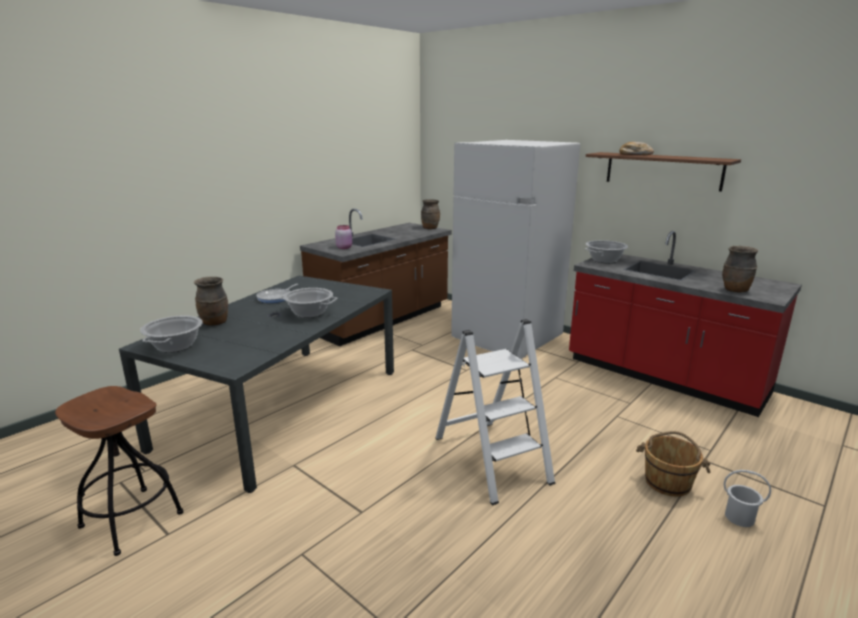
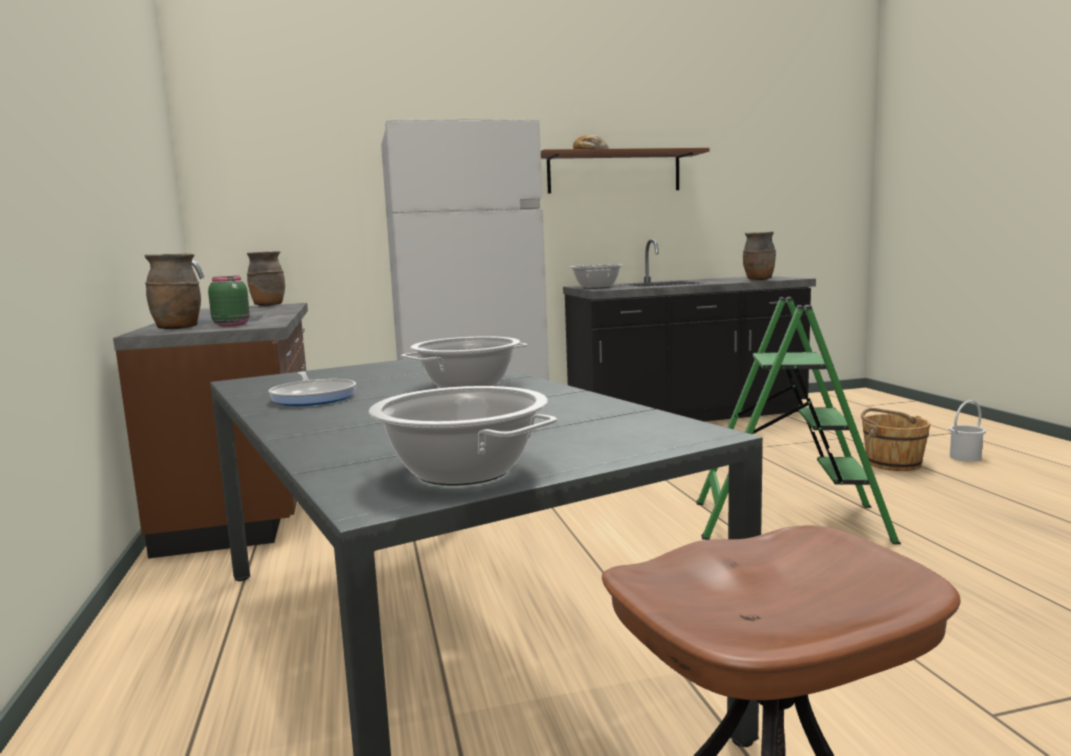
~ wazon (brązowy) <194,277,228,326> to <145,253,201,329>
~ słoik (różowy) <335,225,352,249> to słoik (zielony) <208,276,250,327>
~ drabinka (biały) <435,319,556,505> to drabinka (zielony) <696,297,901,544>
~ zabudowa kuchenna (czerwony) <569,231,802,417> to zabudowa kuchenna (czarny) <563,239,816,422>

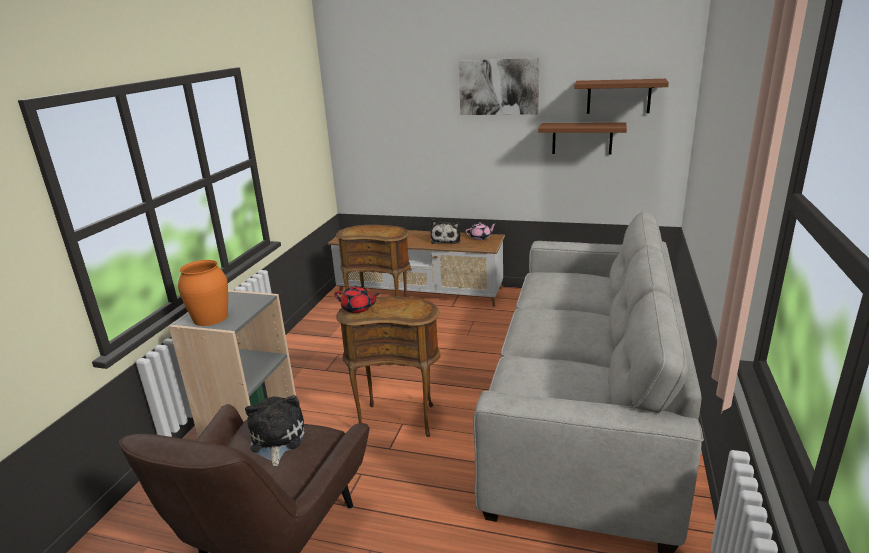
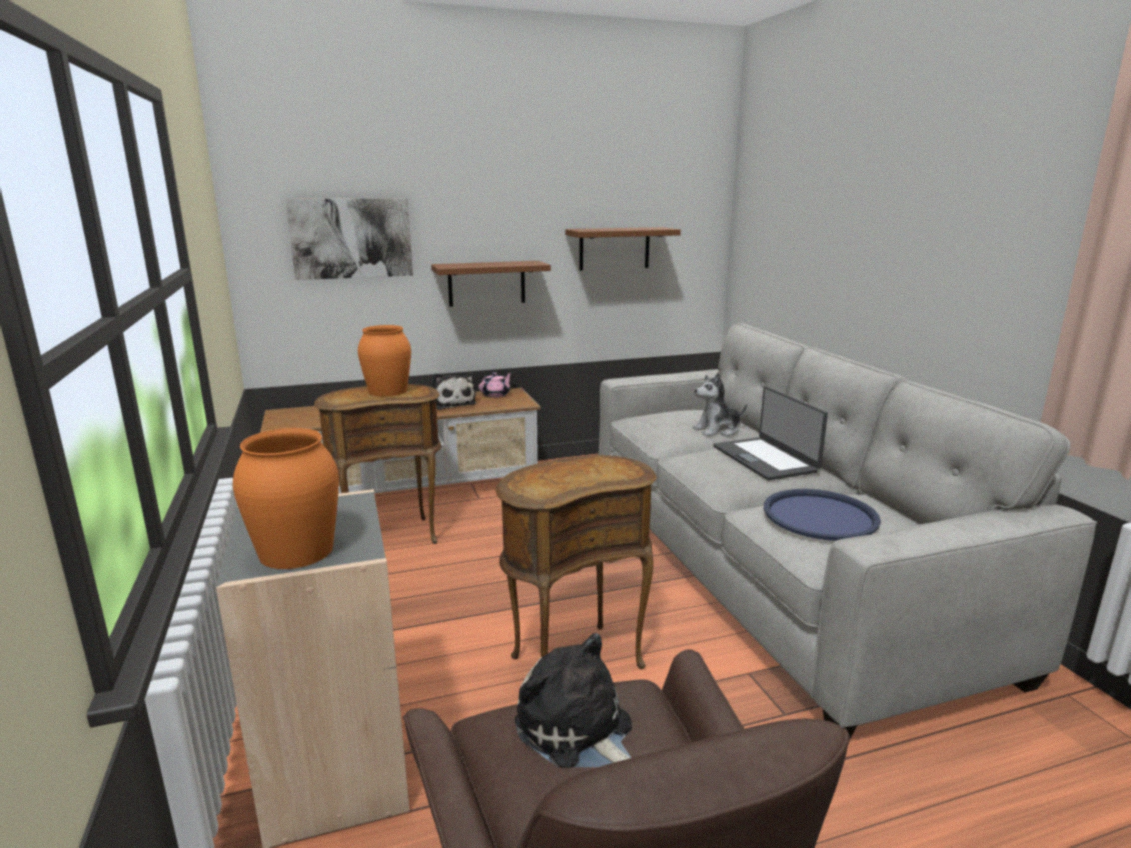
- imbryk (czerwony) <334,286,380,313>
+ wazon (pomarańczowy) <358,325,411,397>
+ pluszak <693,372,747,436>
+ laptop <713,386,828,480>
+ taca (niebieski) <764,489,881,541>
~ obraz <459,58,540,115> to <286,198,413,280>
~ półka (brązowy) <574,79,669,114> to <431,261,551,307>

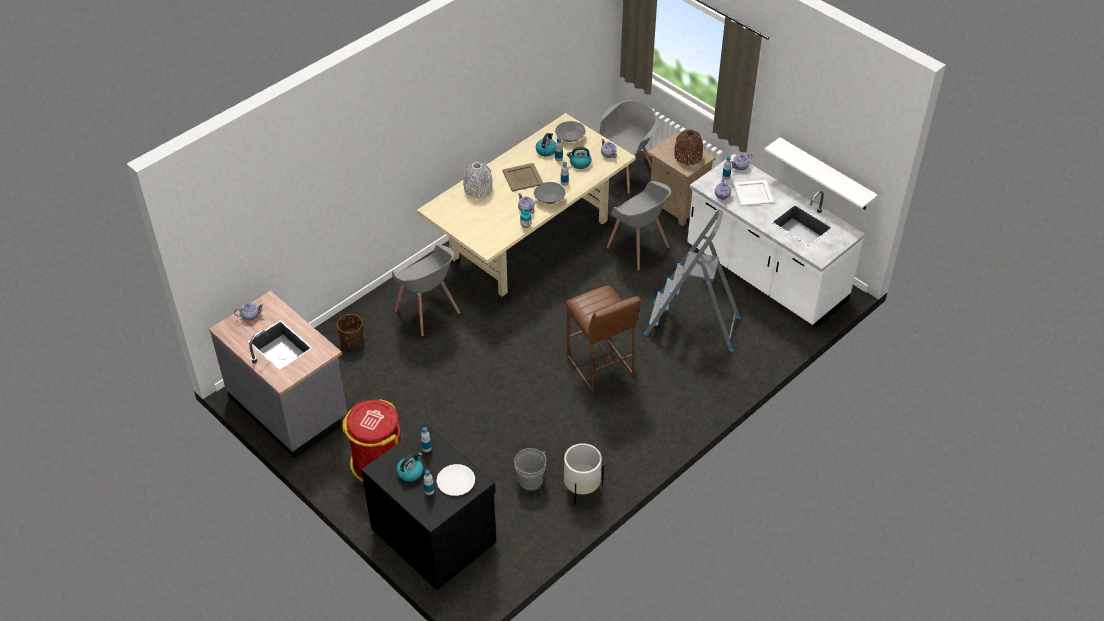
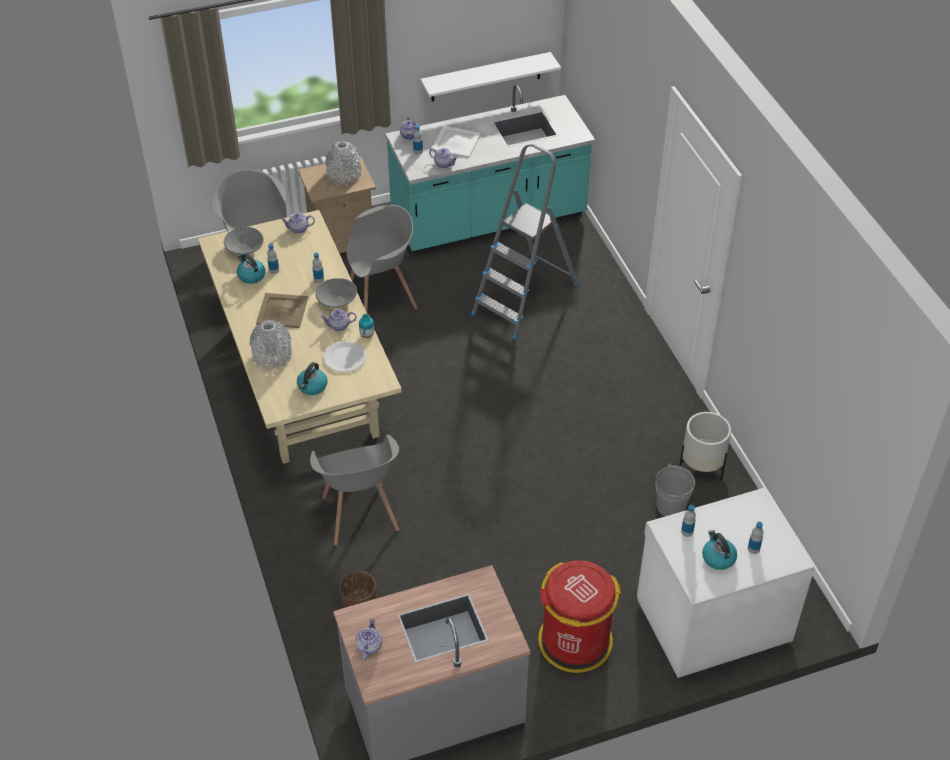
- stołek (brązowy) <566,285,641,392>
~ talerz (biały) <437,464,475,496> to <323,341,366,372>
~ czajnik <567,147,591,169> to <297,362,328,395>
~ pralka (czarny) <361,424,496,590> to pralka (biały) <637,488,815,678>
~ wazon (brązowy) <674,130,703,165> to wazon (szary) <326,141,361,185>
~ zabudowa kuchenna (biały) <687,154,865,328> to zabudowa kuchenna (turkusowy) <385,85,595,255>
~ krzesło (szary) <392,244,460,336> = <310,434,399,545> 90 degrees clockwise

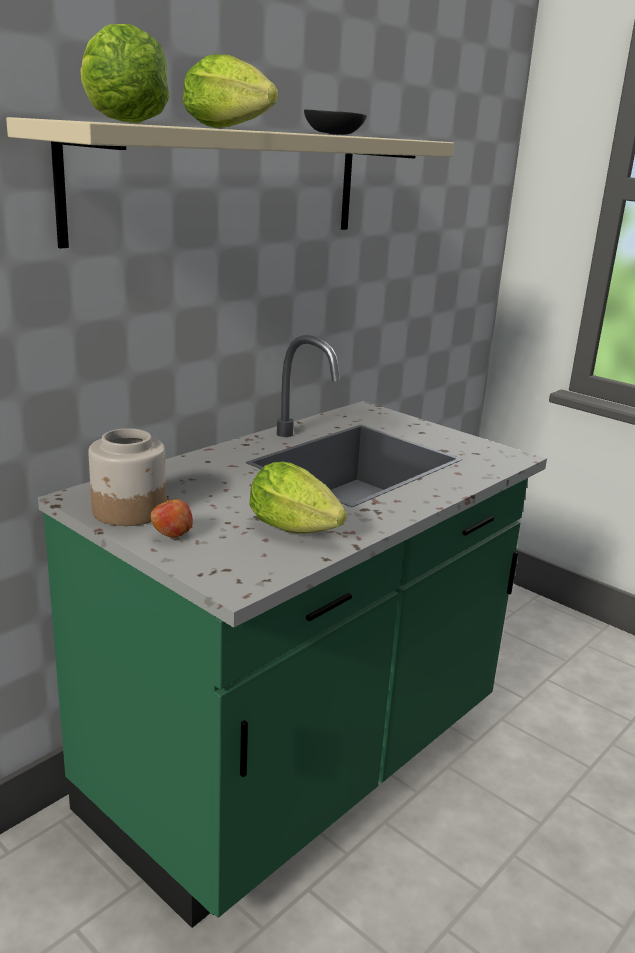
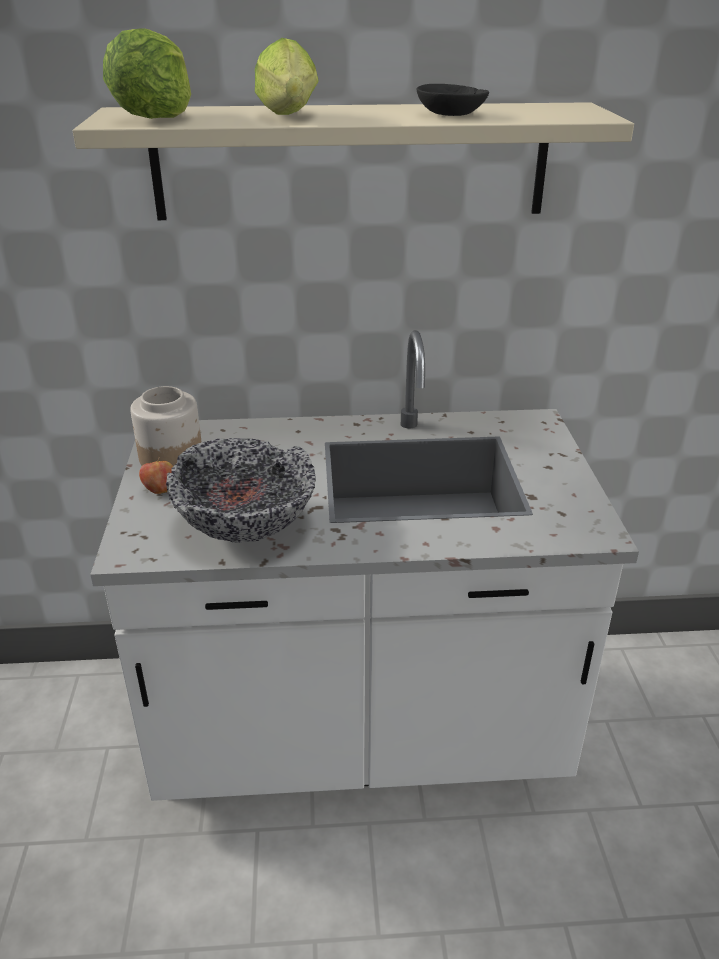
~ sałata <249,462,347,534> to miska <166,438,316,543>
~ zabudowa kuchenna (zielony) <38,335,547,928> to zabudowa kuchenna (biały) <90,330,639,801>

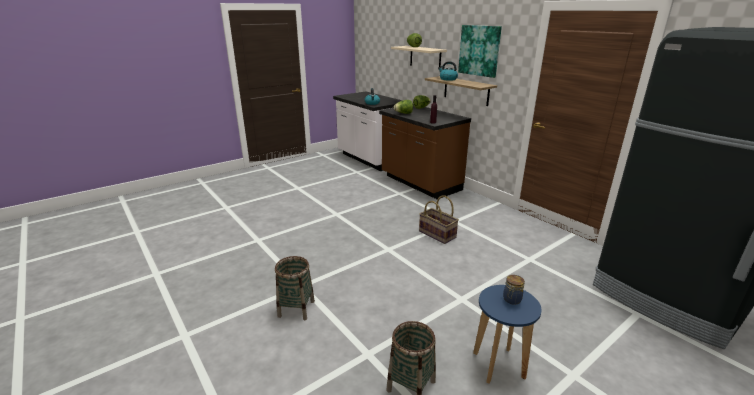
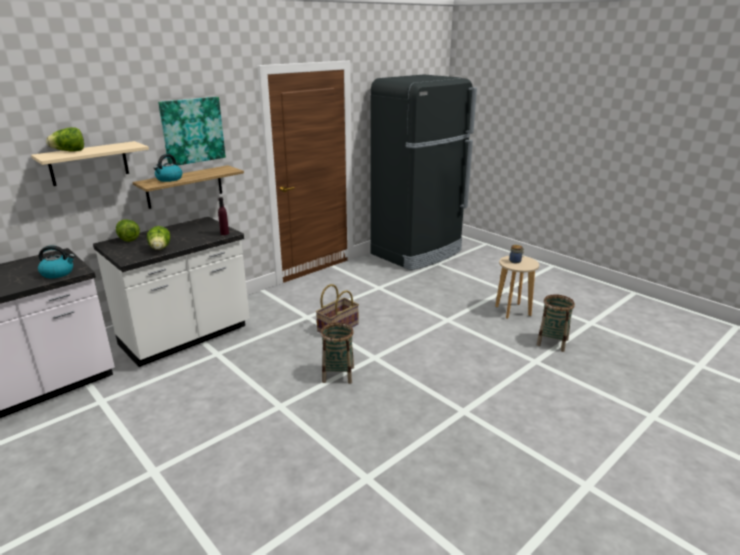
~ koszyk <275,256,315,320> to <321,322,354,384>
~ zabudowa kuchenna (brązowy) <379,104,471,199> to zabudowa kuchenna (biały) <93,216,250,367>
~ stołek (niebieski) <473,285,542,383> to stołek (beżowy) <495,256,539,319>

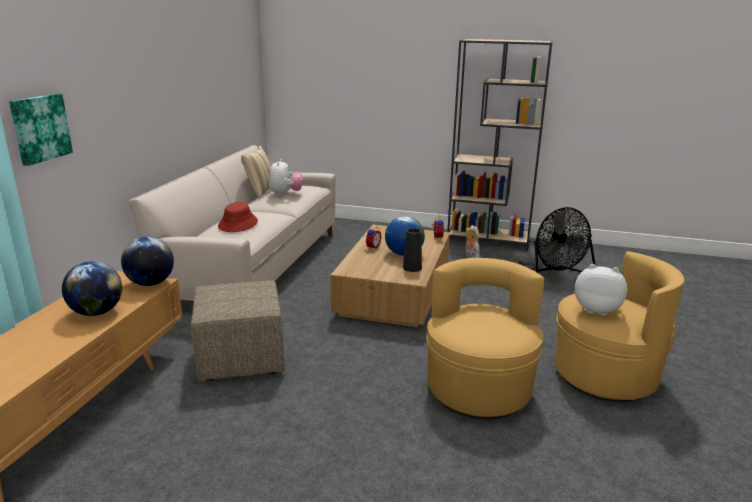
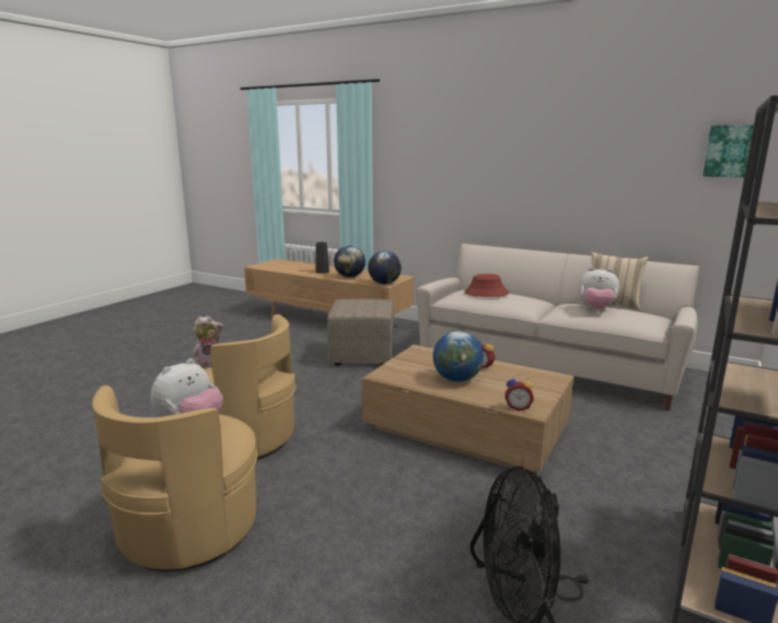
~ obraz <9,93,73,166> to <703,125,765,177>
~ wazon (czarny) <403,228,422,272> to <315,242,329,274>
~ pluszak <465,225,480,258> to <193,316,224,368>

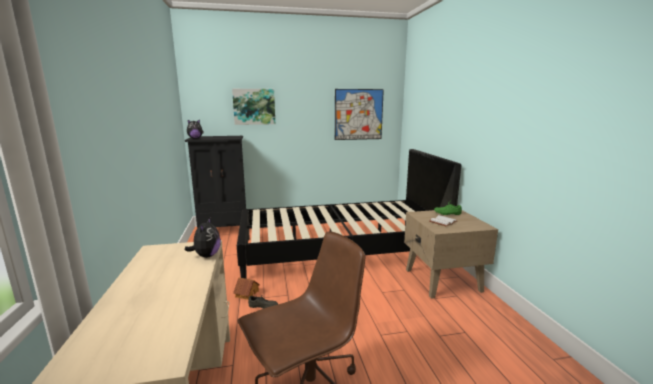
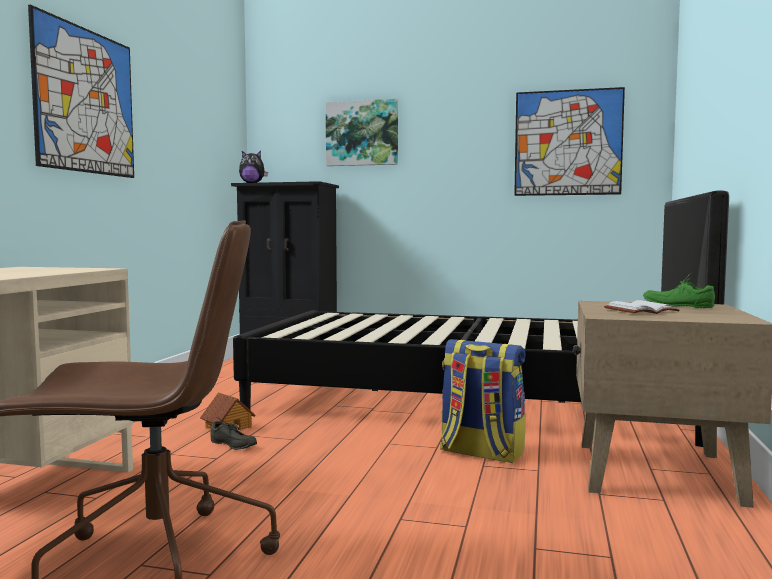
- pluszak <185,217,221,258>
+ obraz <28,5,134,178>
+ plecak <440,339,526,463>

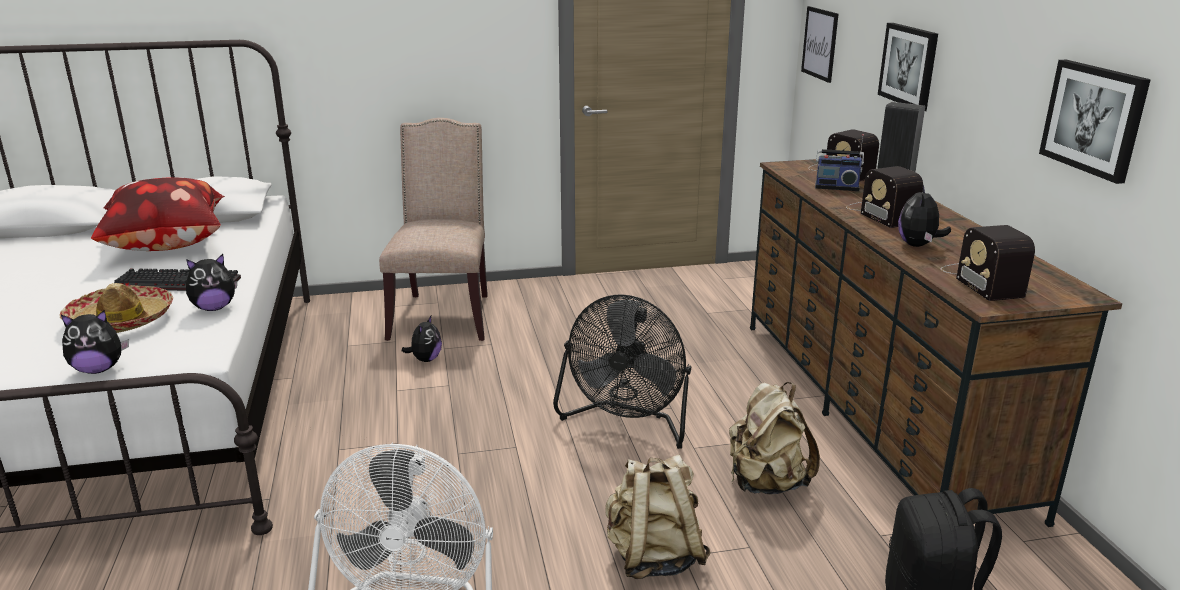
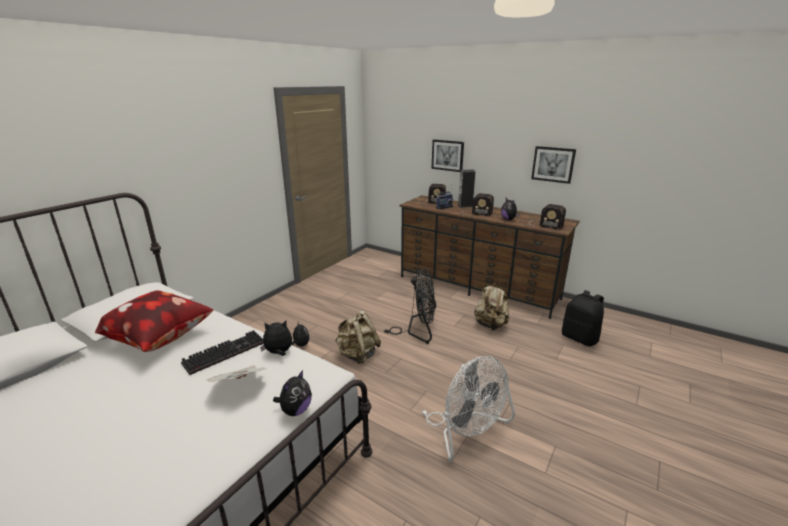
- krzesło (beżowy) <379,118,488,341>
- obraz <801,6,838,83>
~ plecak (beżowy) <605,455,711,579> to <335,311,381,364>
~ kapelusz <59,283,173,333> to gazeta <207,365,268,382>
~ pluszak <186,254,237,311> = <260,321,292,356> 120 degrees counterclockwise
~ wentylator (czarny) <553,295,691,449> = <383,268,436,344> 60 degrees counterclockwise

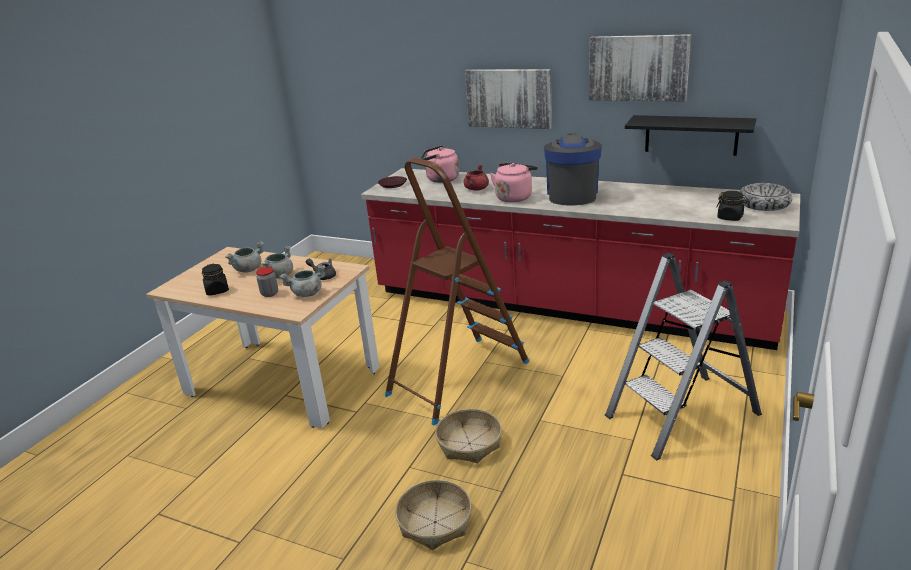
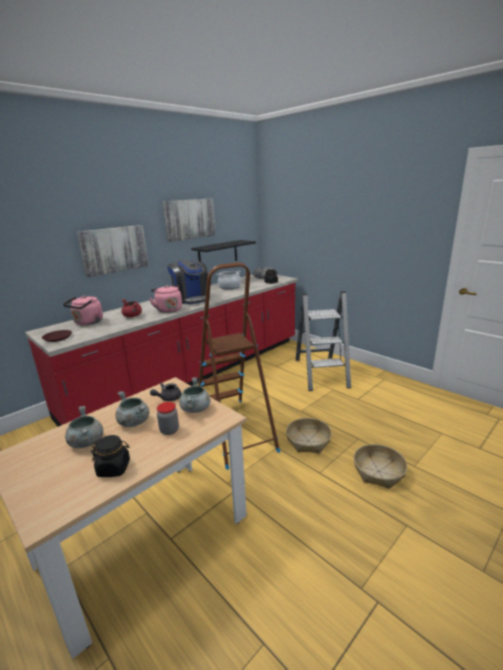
+ garnek <217,271,241,290>
~ ekspres do kawy <544,134,602,205> = <167,260,210,305> 150 degrees counterclockwise

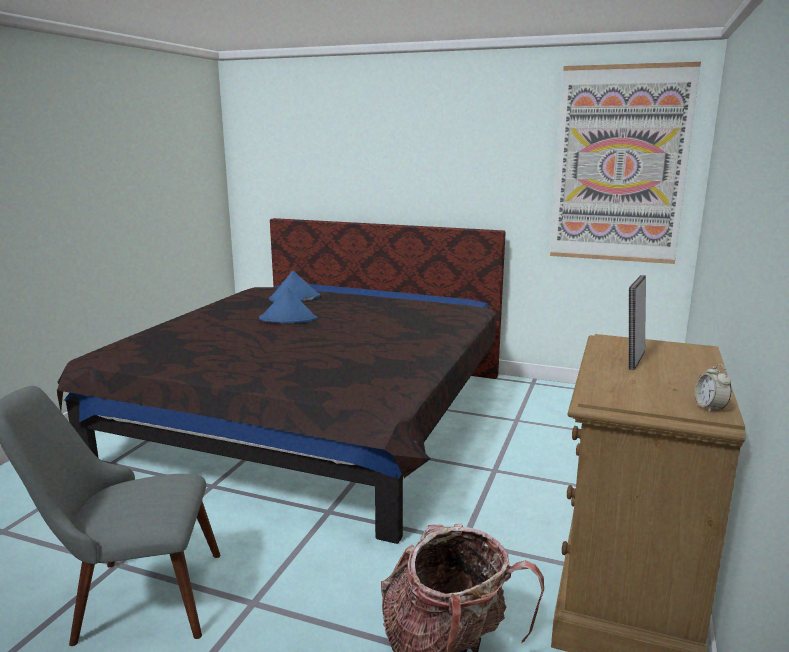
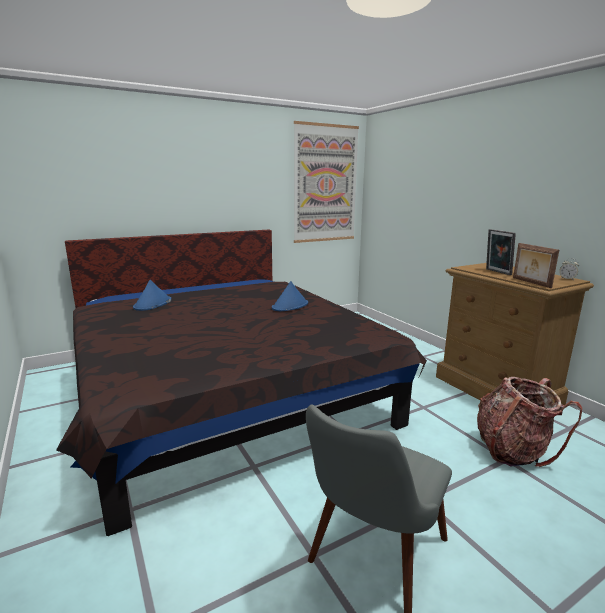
+ ramka na zdjęcie <513,243,559,288>
~ kapelusz (niebieski) <259,288,317,323> to <272,281,308,311>

